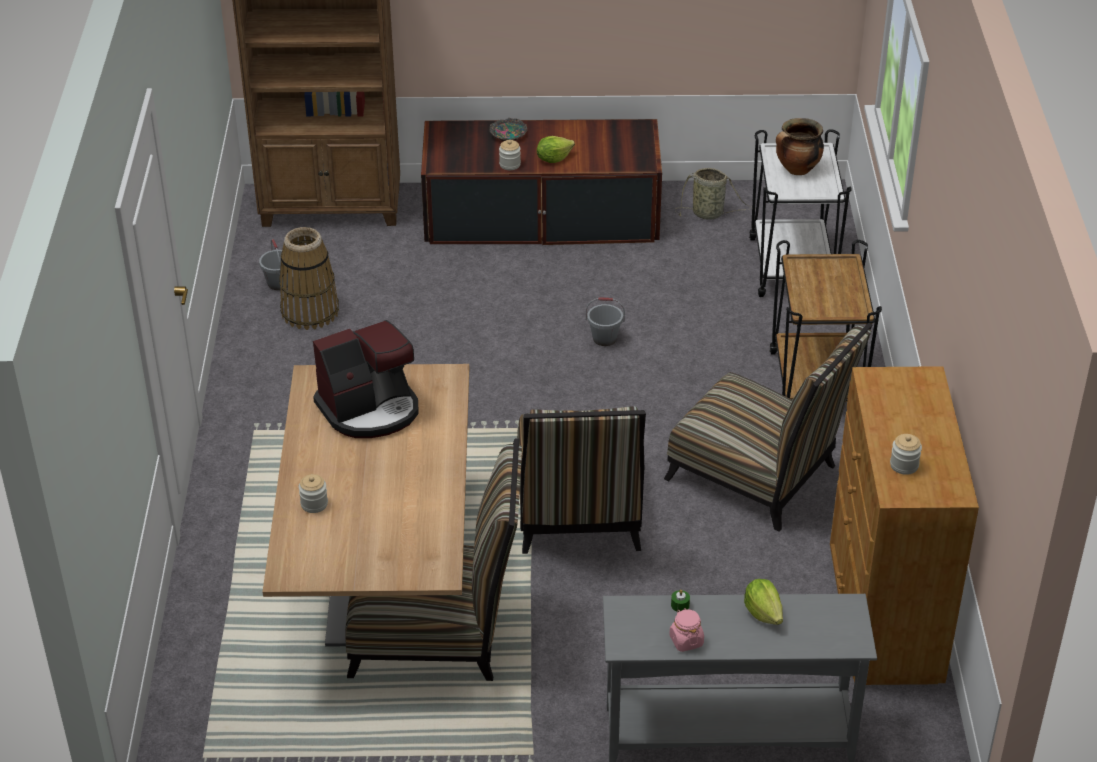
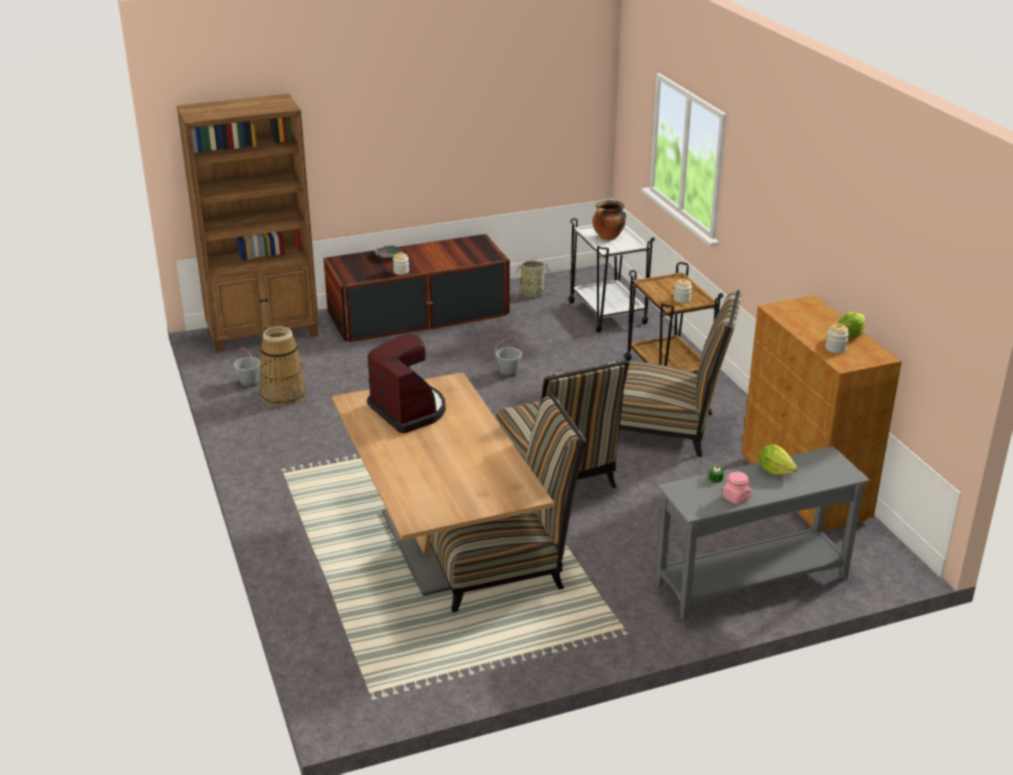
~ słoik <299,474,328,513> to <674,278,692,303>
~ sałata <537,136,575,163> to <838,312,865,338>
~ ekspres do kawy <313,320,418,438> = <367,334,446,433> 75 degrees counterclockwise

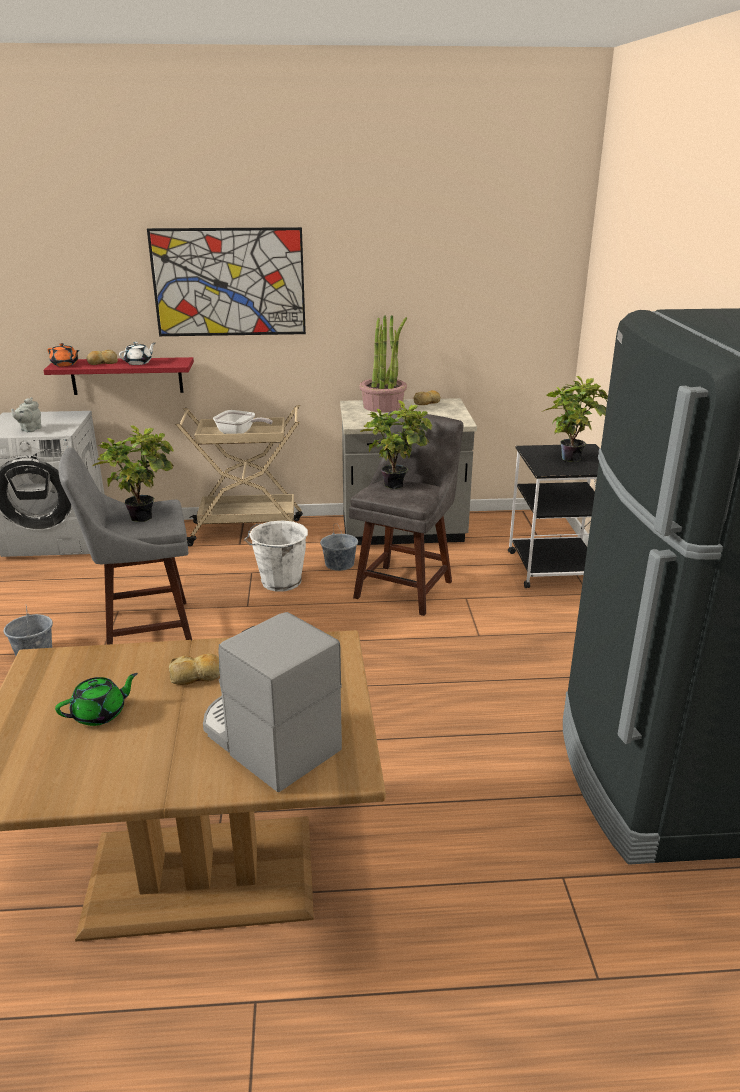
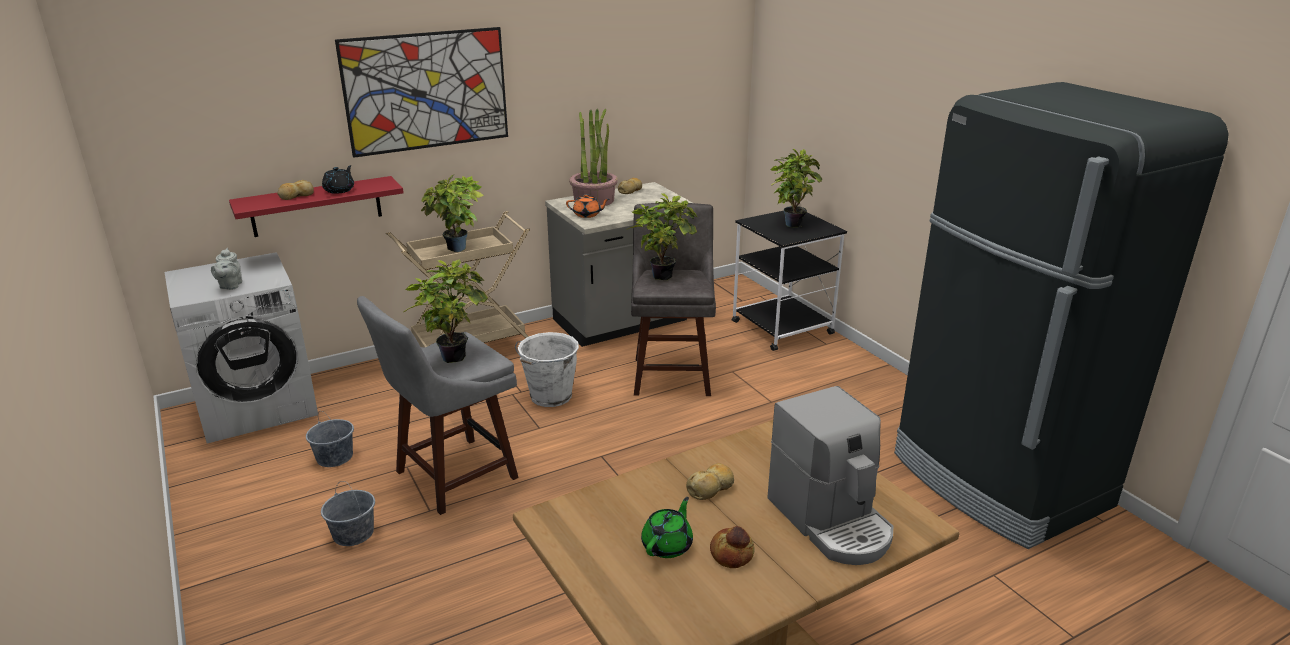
+ chleb <710,526,755,568>
~ imbryk (pomarańczowy) <47,343,80,367> to <566,194,610,218>
~ wiadro (szary) <320,523,358,571> to <306,411,354,467>
~ patelnia <213,410,273,434> to roślina doniczkowa <421,174,484,252>
~ imbryk (biały) <119,342,155,365> to imbryk (czarny) <322,165,354,194>
~ ekspres do kawy <203,612,342,792> = <767,386,893,565> 135 degrees counterclockwise

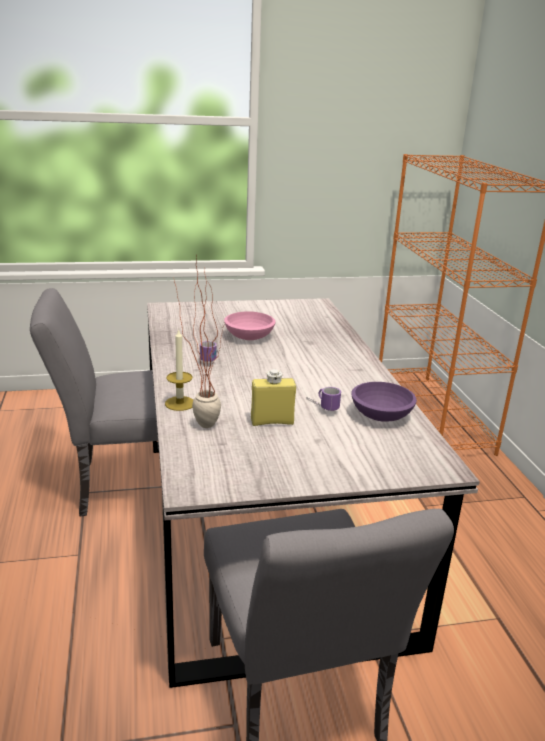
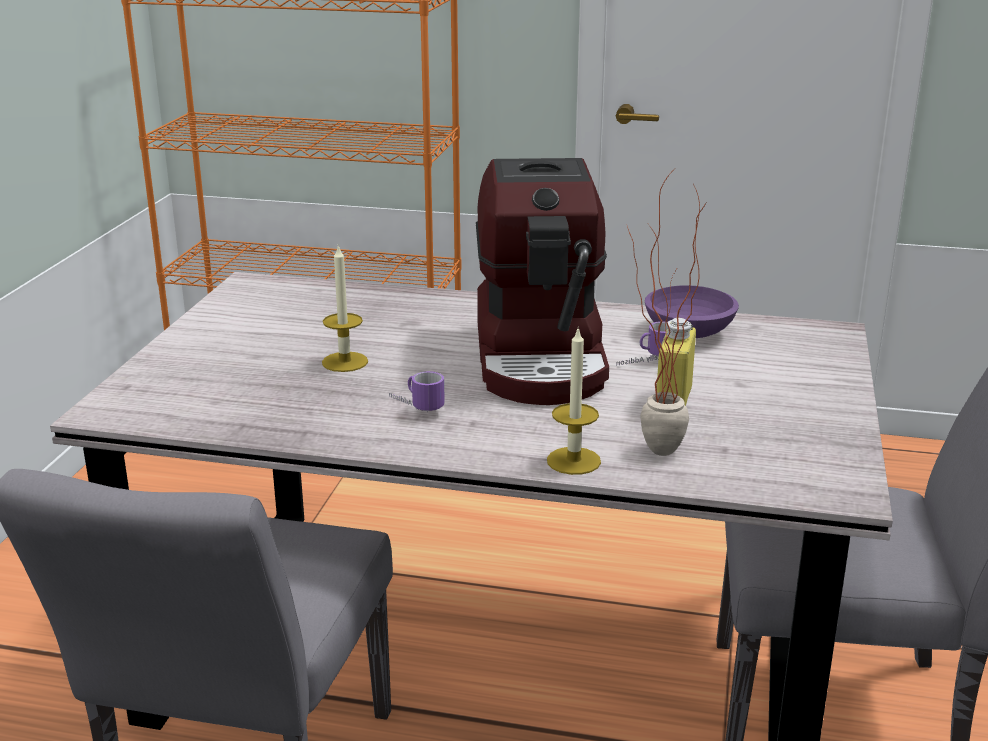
+ ekspres do kawy <476,158,609,405>
~ miska (różowy) <224,311,275,340> to świeca <322,245,368,372>

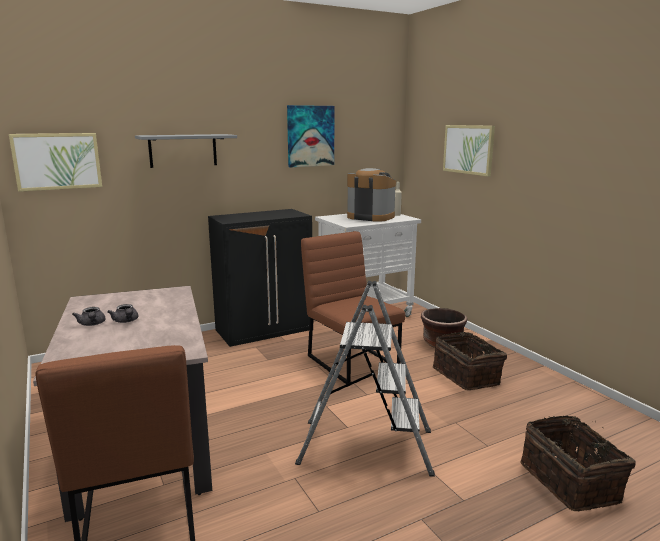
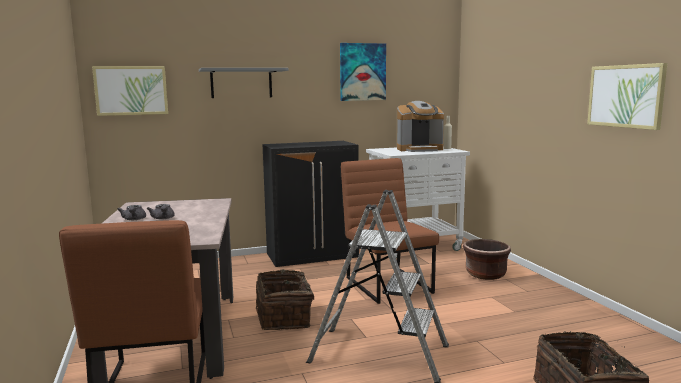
~ koszyk <433,332,507,390> to <256,269,318,330>
~ obraz <443,125,495,176> to <587,63,667,130>
~ ekspres do kawy <347,168,396,222> = <397,101,444,152> 135 degrees clockwise

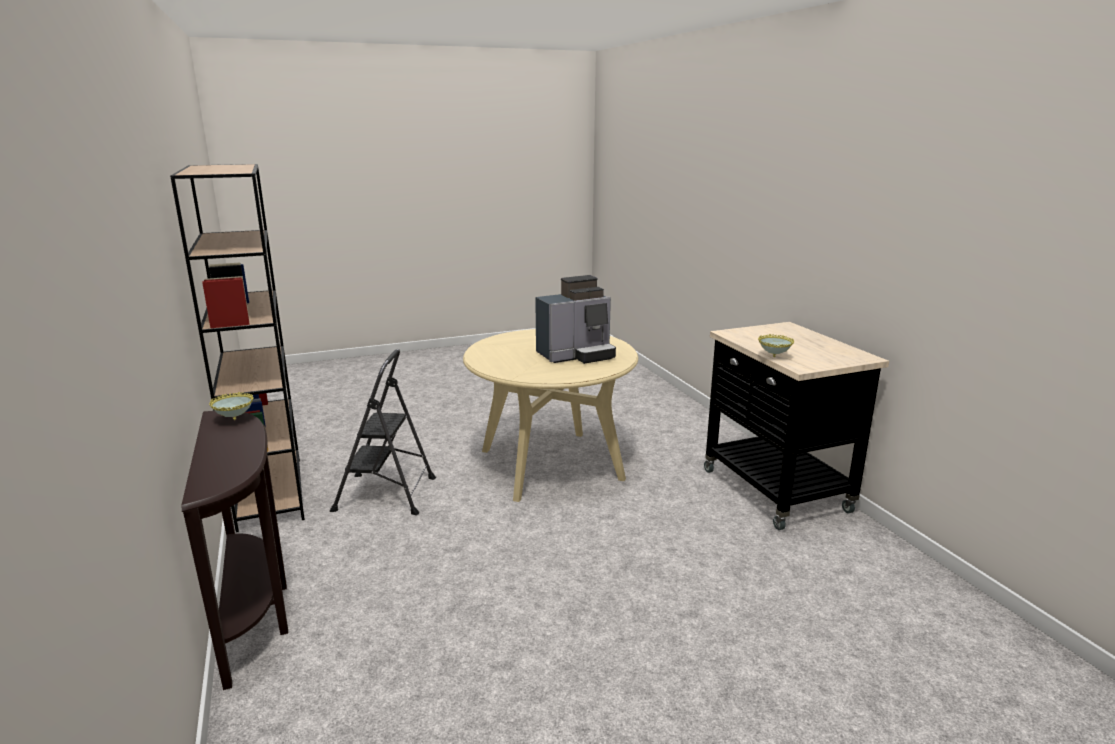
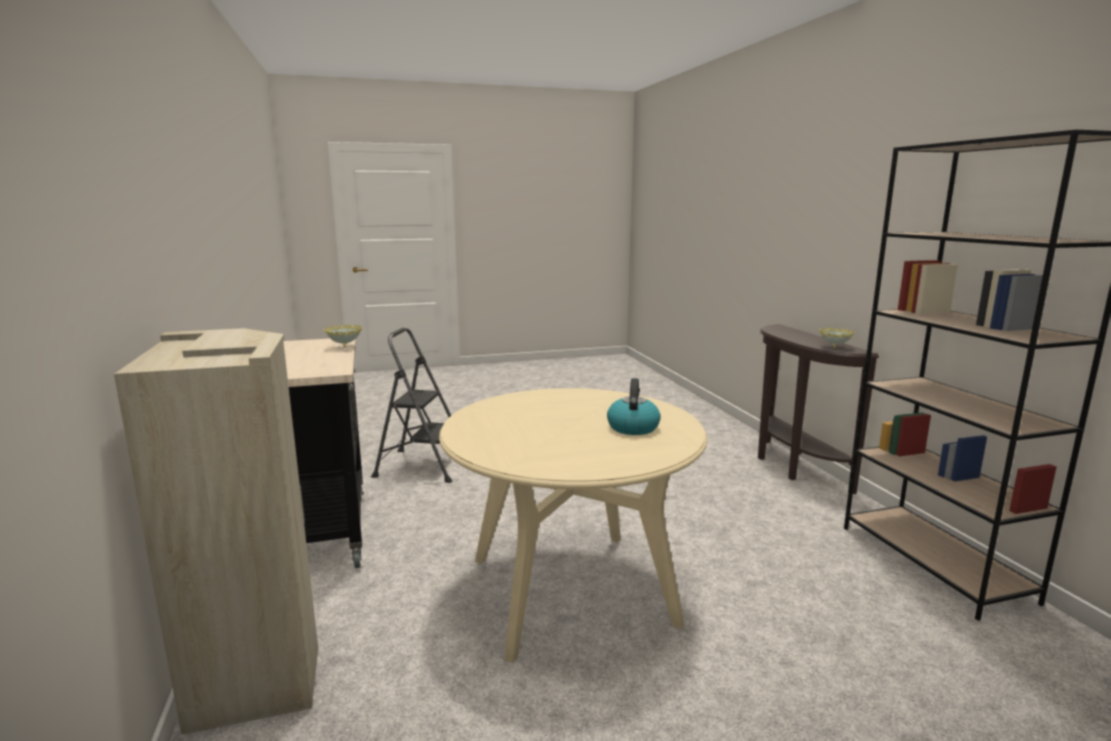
- ekspres do kawy <535,275,616,364>
+ szafka (beżowy) <114,328,318,735>
+ czajnik <607,378,661,435>
~ drabinka (czarny) <330,349,436,515> to <371,327,452,483>

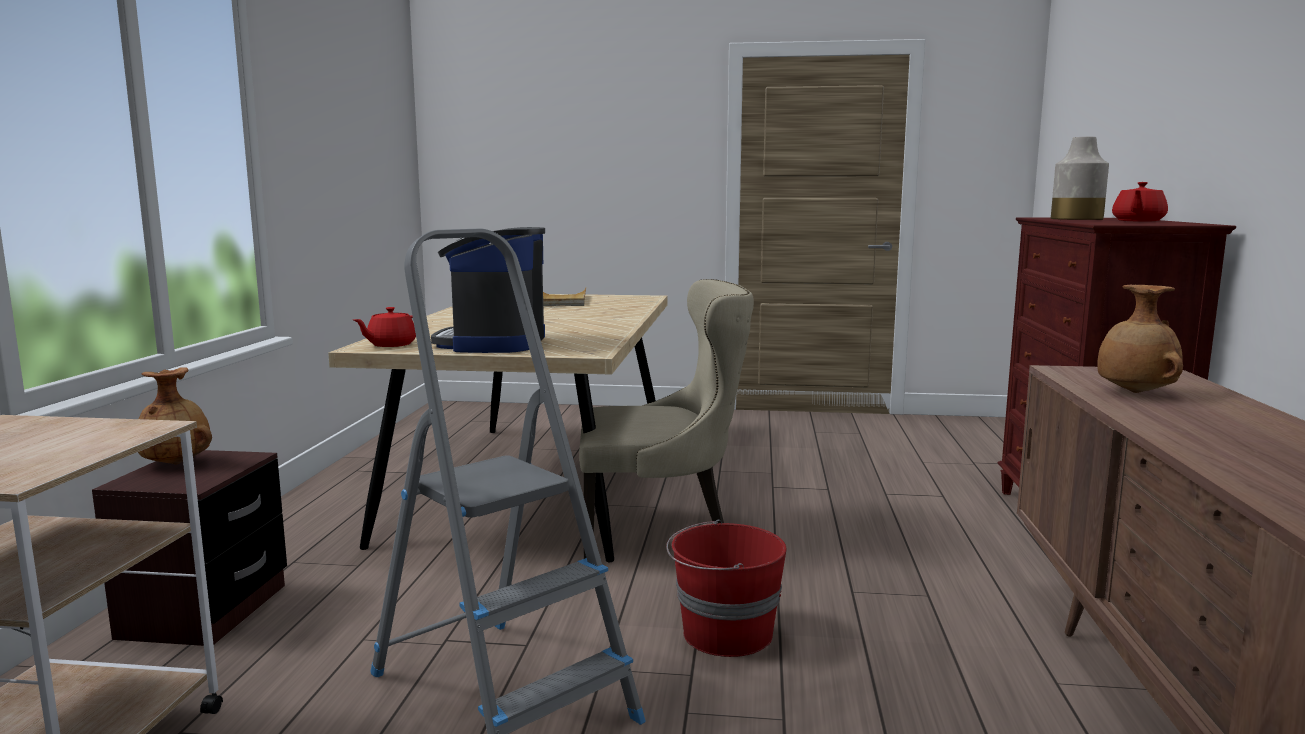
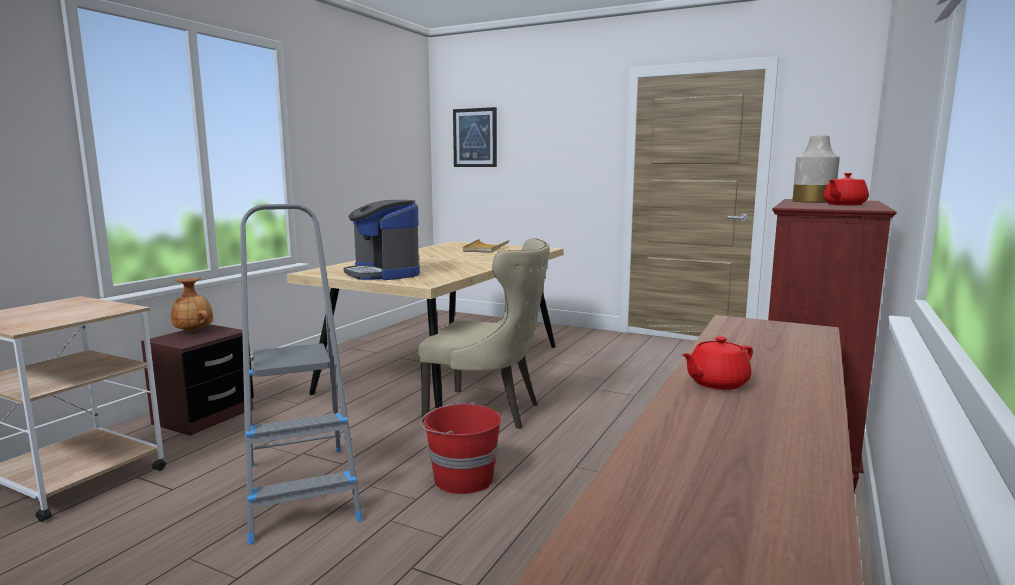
- wazon (brązowy) <1098,285,1183,393>
+ obraz <453,107,497,167>
~ imbryk (czerwony) <354,307,416,347> to <681,336,753,390>
~ ekspres do kawy <431,227,545,353> = <344,200,420,280> 60 degrees counterclockwise

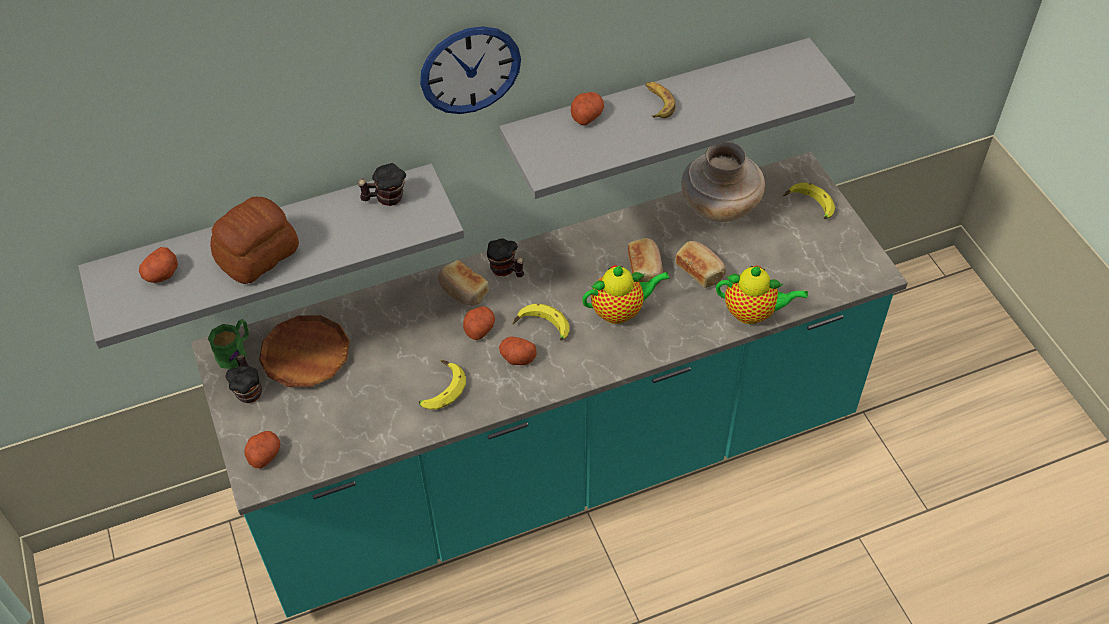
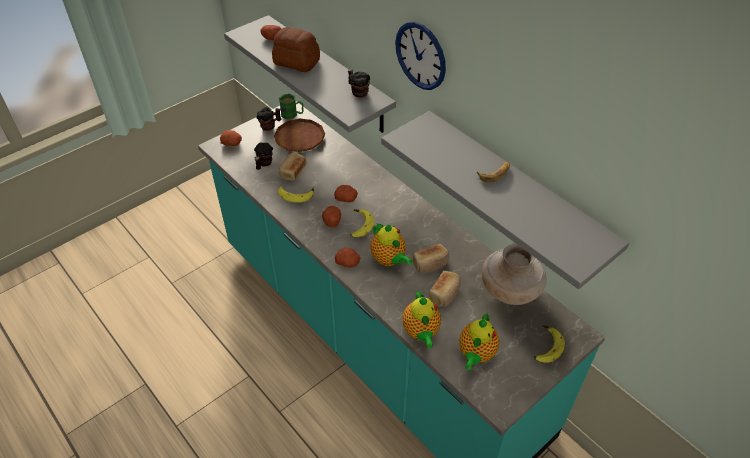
+ imbryk <459,312,499,370>
~ chleb <438,260,489,306> to <279,152,306,181>
~ kubek <487,238,524,277> to <254,142,273,170>
~ ziemniak <571,92,604,125> to <335,248,360,268>

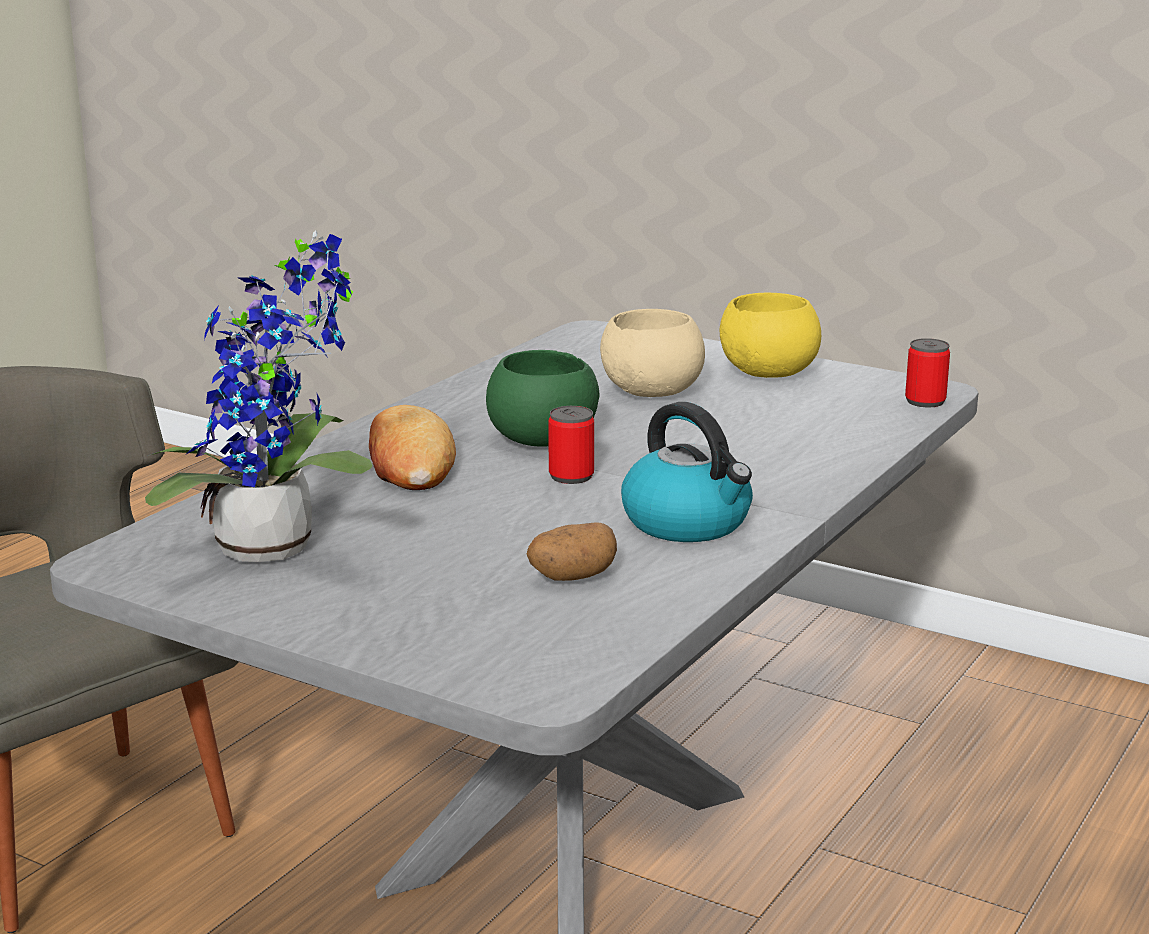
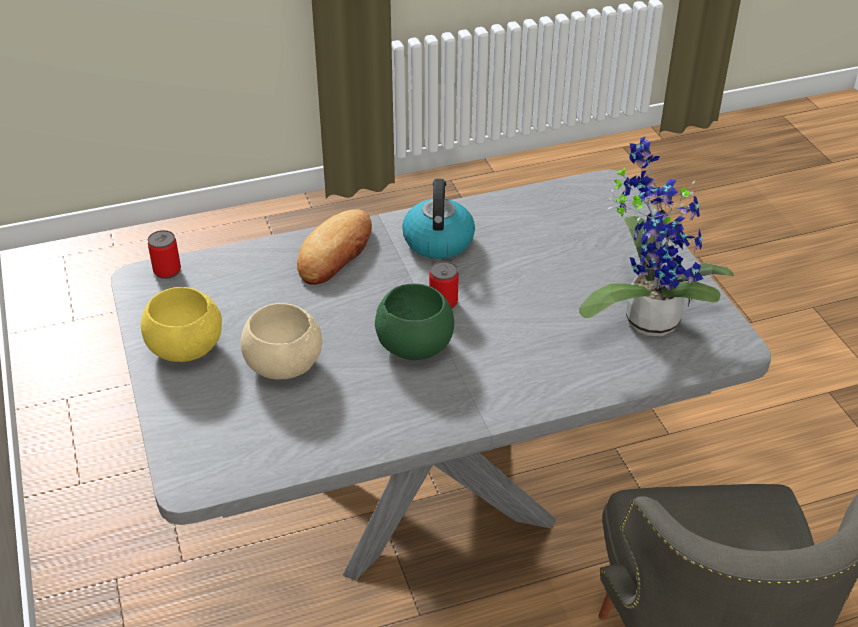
- ziemniak <527,522,617,581>
~ chleb <369,405,456,490> to <297,209,372,285>

